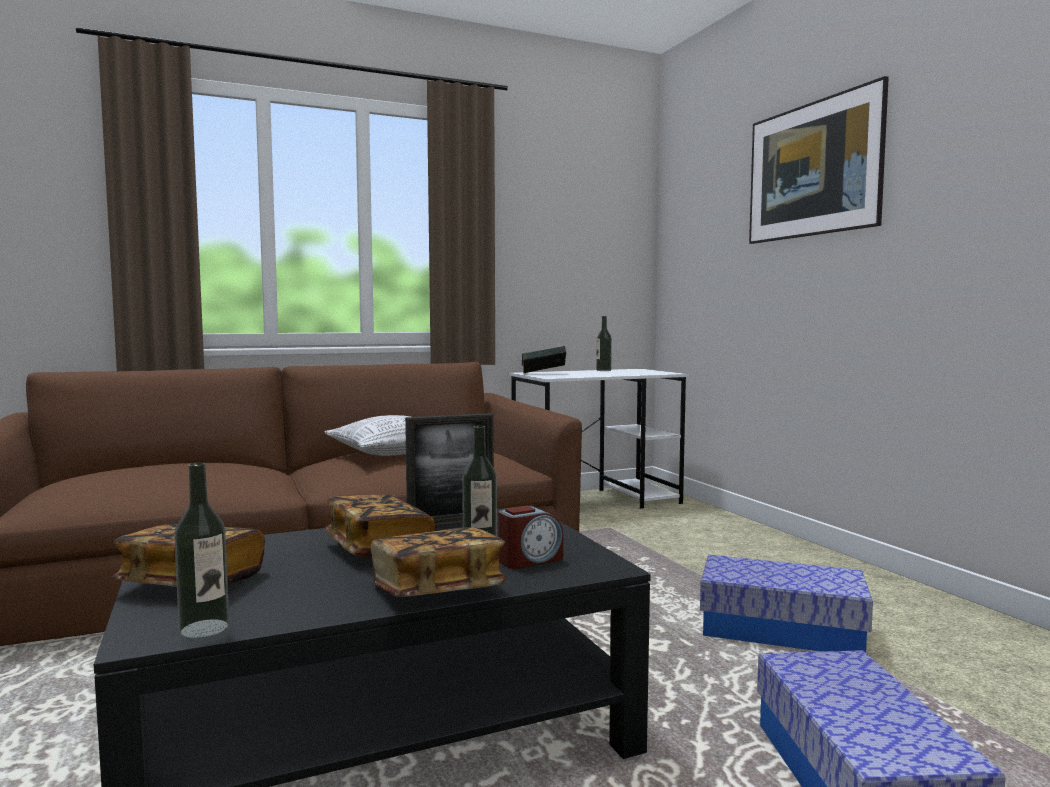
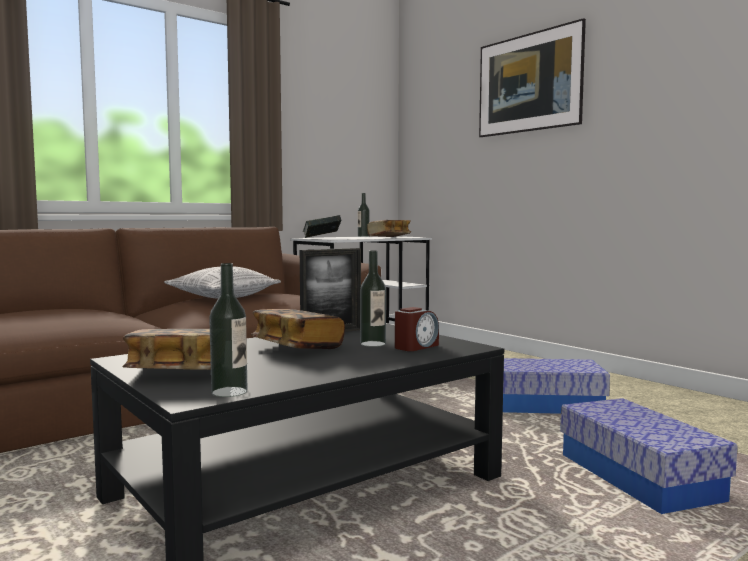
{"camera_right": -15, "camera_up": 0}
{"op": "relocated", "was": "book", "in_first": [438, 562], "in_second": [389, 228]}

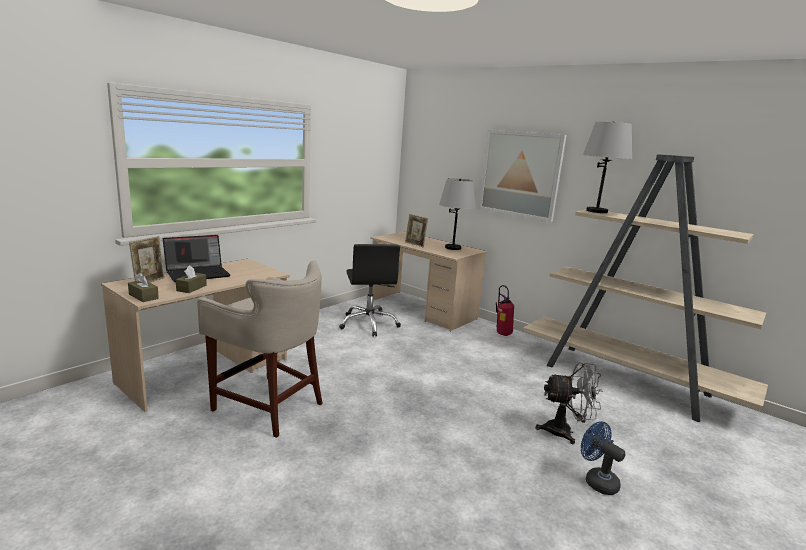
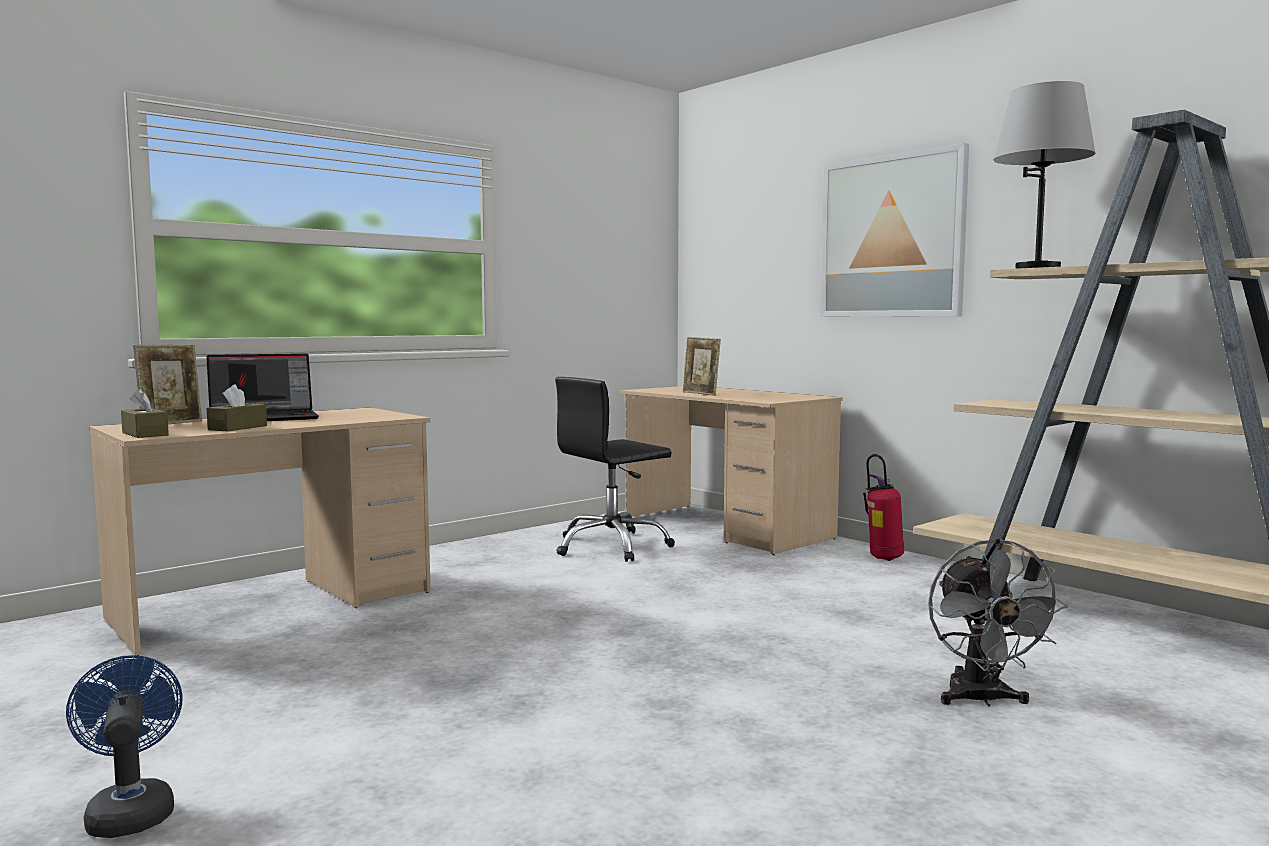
{"camera_right": 10, "camera_up": -10}
{"op": "missing", "was": "lamp for a table/gray", "in_first": [457, 214]}
{"op": "spun", "was": "computer chair/black-coloured", "in_first": [370, 290], "in_second": [615, 469], "clockwise": 60}
{"op": "missing", "was": "sitting stool/sand-coloured", "in_first": [260, 349]}
{"op": "spun", "was": "cooling fan/gray", "in_first": [569, 403], "in_second": [998, 622], "clockwise": 75}
{"op": "relocated", "was": "cooling fan/bluish", "in_first": [603, 458], "in_second": [124, 746]}

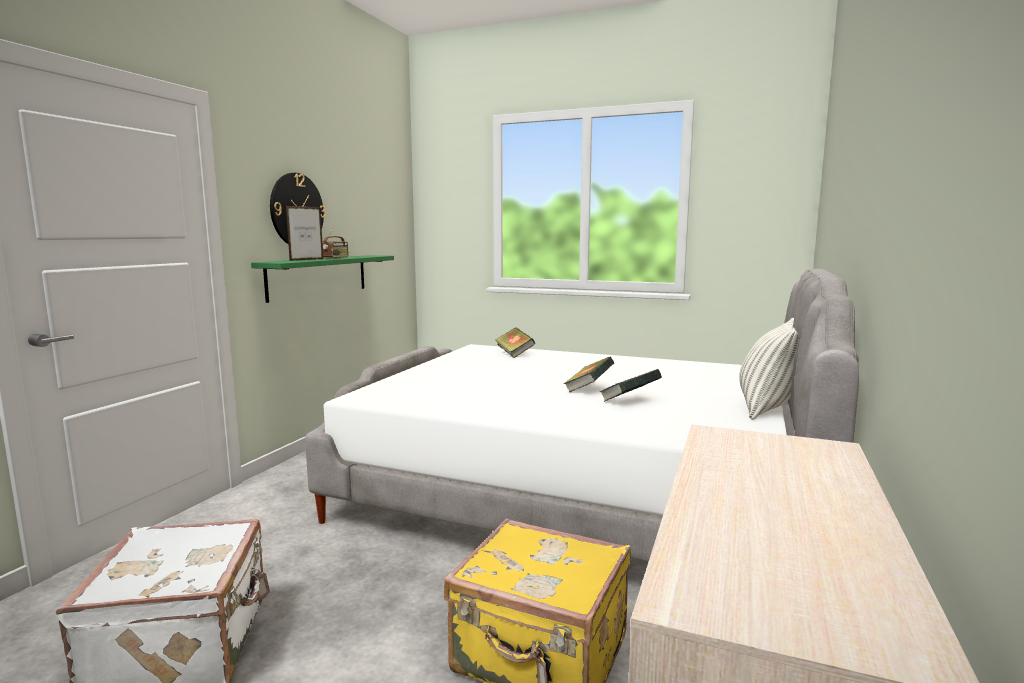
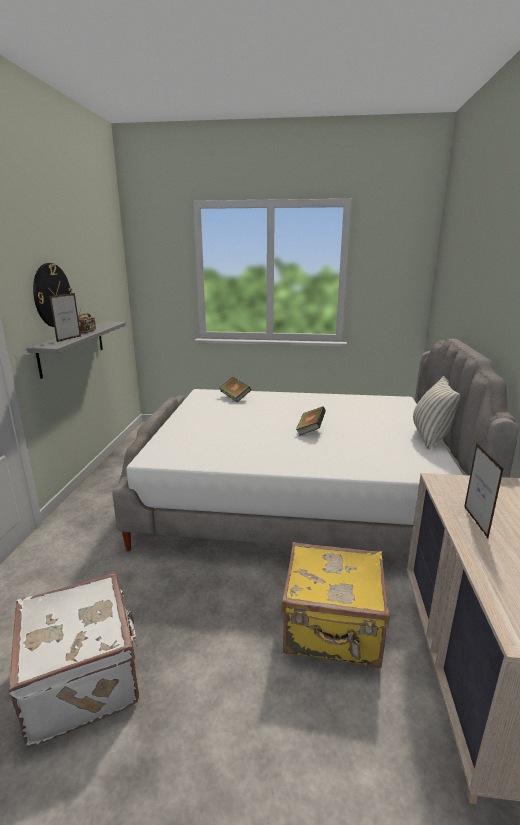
{"camera_right": -15, "camera_up": 10}
{"op": "colour", "was": "wall shelf/green", "now": "wall shelf/gray", "in_first": [322, 279], "in_second": [76, 350]}
{"op": "missing", "was": "book", "in_first": [631, 385]}
{"op": "appeared", "now": "photo frame", "in_second": [484, 490]}

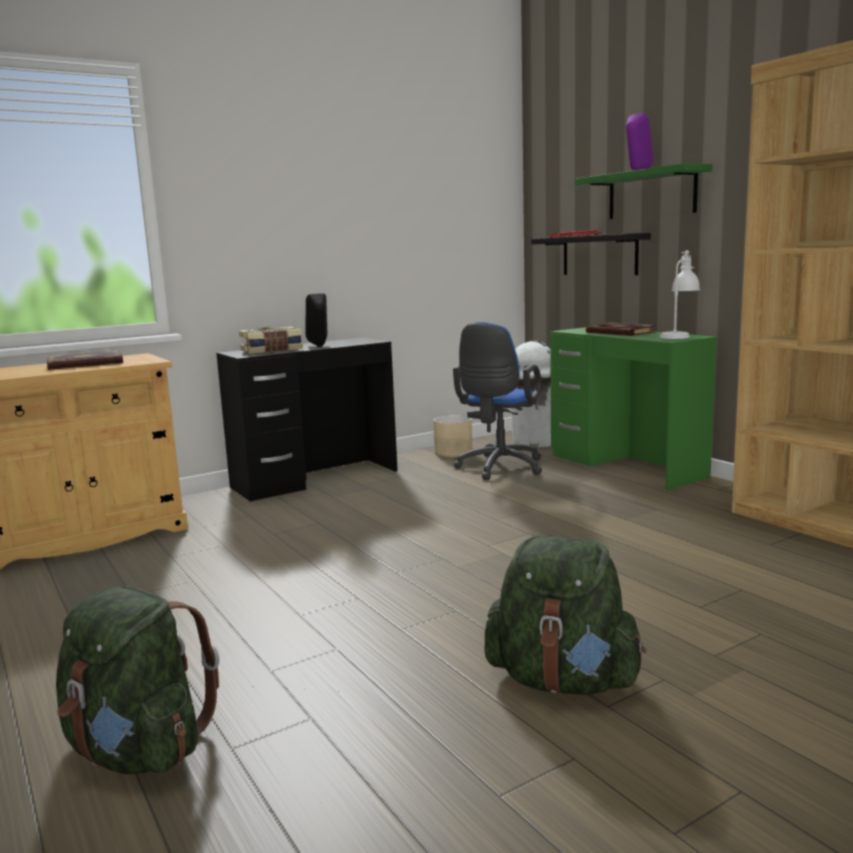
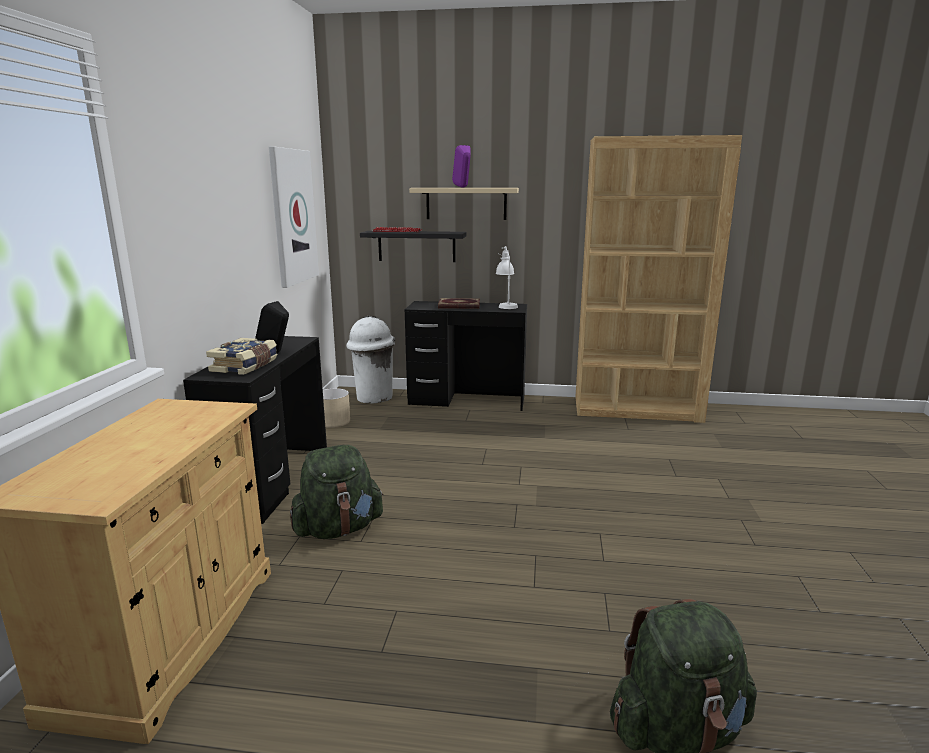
{"camera_right": -50, "camera_up": 5}
{"op": "colour", "was": "wall shelf/green", "now": "wall shelf/sand-coloured", "in_first": [643, 191], "in_second": [464, 204]}
{"op": "missing", "was": "computer chair/bluish", "in_first": [497, 401]}
{"op": "colour", "was": "desk table/green", "now": "desk table/black-coloured", "in_first": [633, 408], "in_second": [466, 356]}
{"op": "missing", "was": "book", "in_first": [85, 360]}
{"op": "relocated", "was": "rucksack/green", "in_first": [565, 615], "in_second": [336, 492]}
{"op": "appeared", "now": "wall picture", "in_second": [294, 217]}

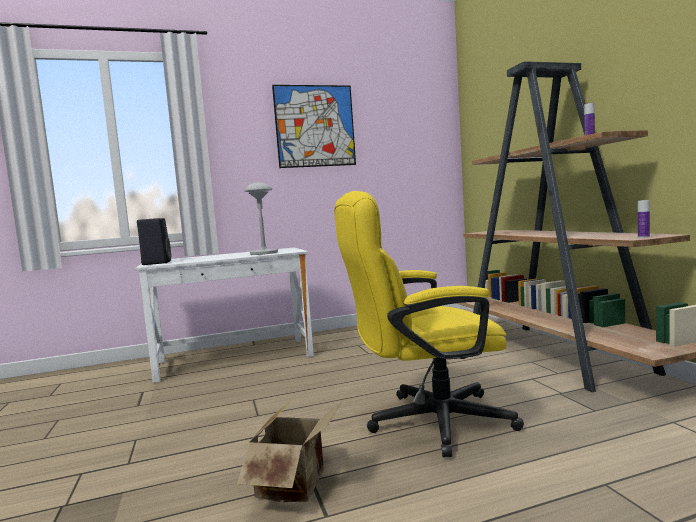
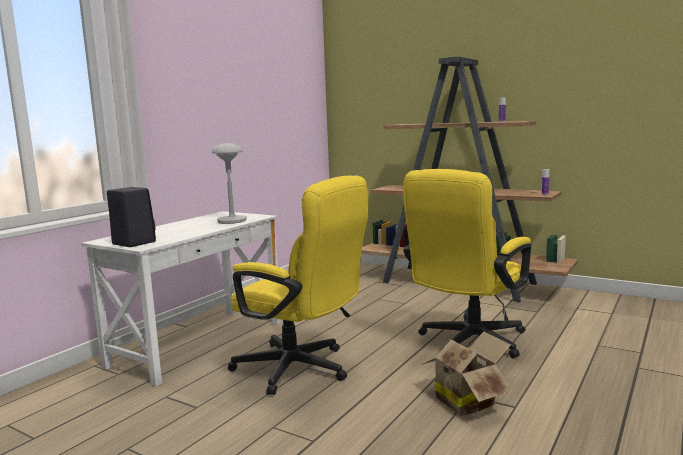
{"camera_right": -40, "camera_up": 5}
{"op": "missing", "was": "wall picture", "in_first": [314, 126]}
{"op": "appeared", "now": "computer chair/yellow-coloured", "in_second": [298, 285]}

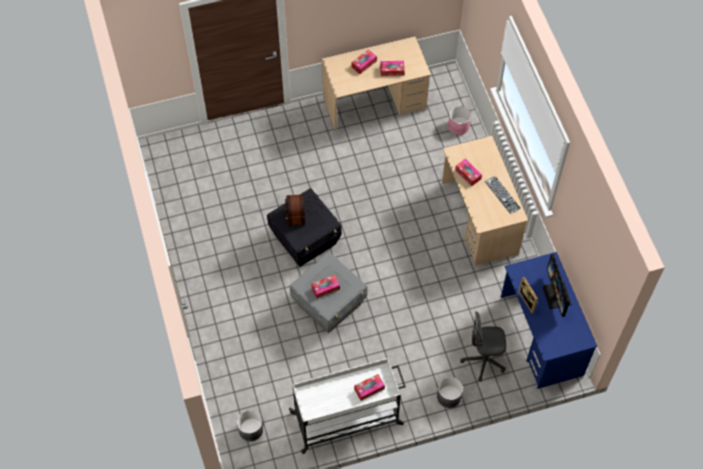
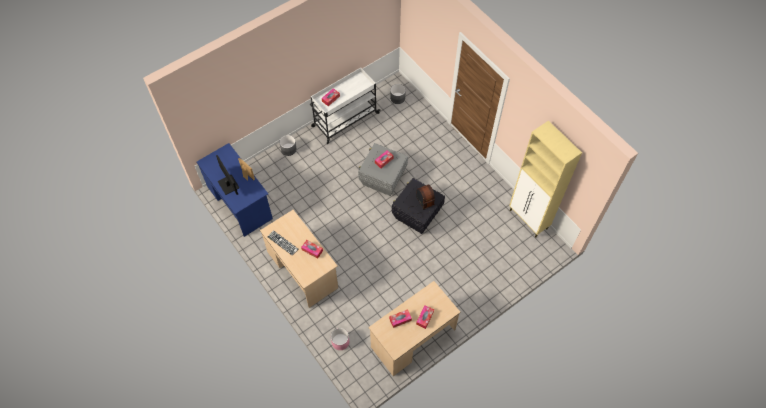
{"camera_right": 160, "camera_up": 0}
{"op": "missing", "was": "computer chair/gray", "in_first": [483, 346]}
{"op": "appeared", "now": "cabinet/sand-coloured", "in_second": [545, 179]}

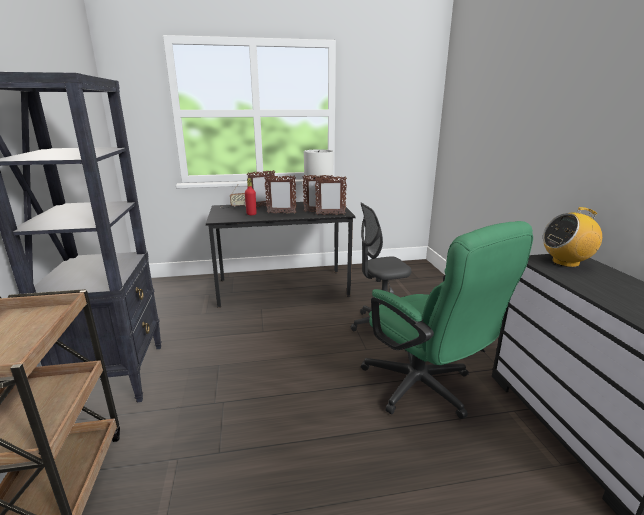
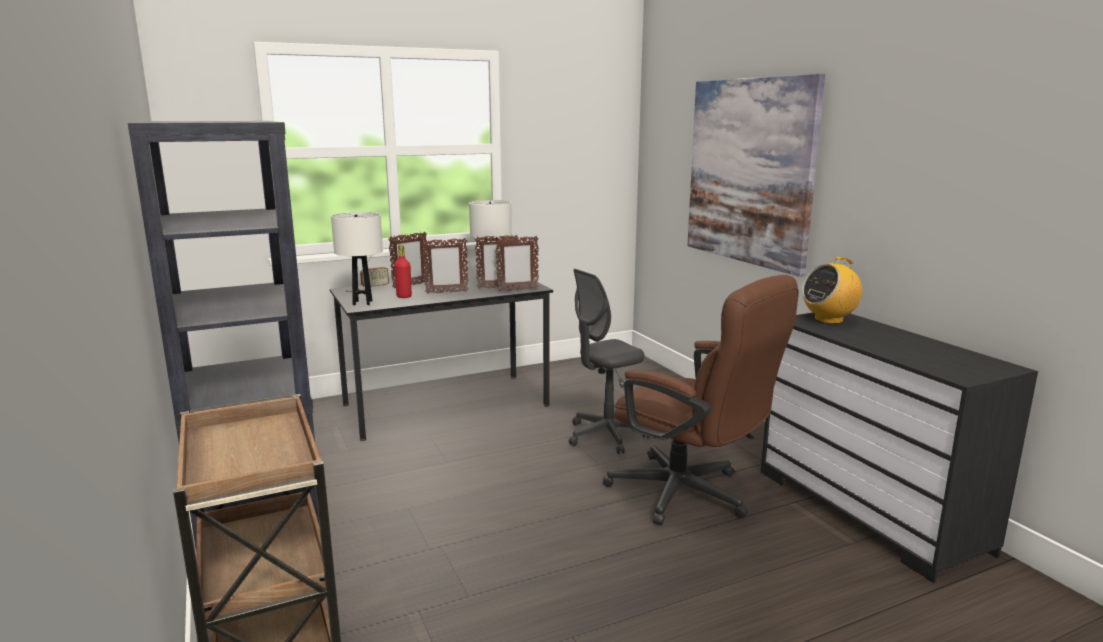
{"camera_right": -15, "camera_up": -5}
{"op": "colour", "was": "computer chair/green", "now": "computer chair/brown", "in_first": [447, 320], "in_second": [701, 400]}
{"op": "appeared", "now": "wall picture", "in_second": [756, 175]}
{"op": "appeared", "now": "lamp for a table/white-coloured", "in_second": [357, 259]}

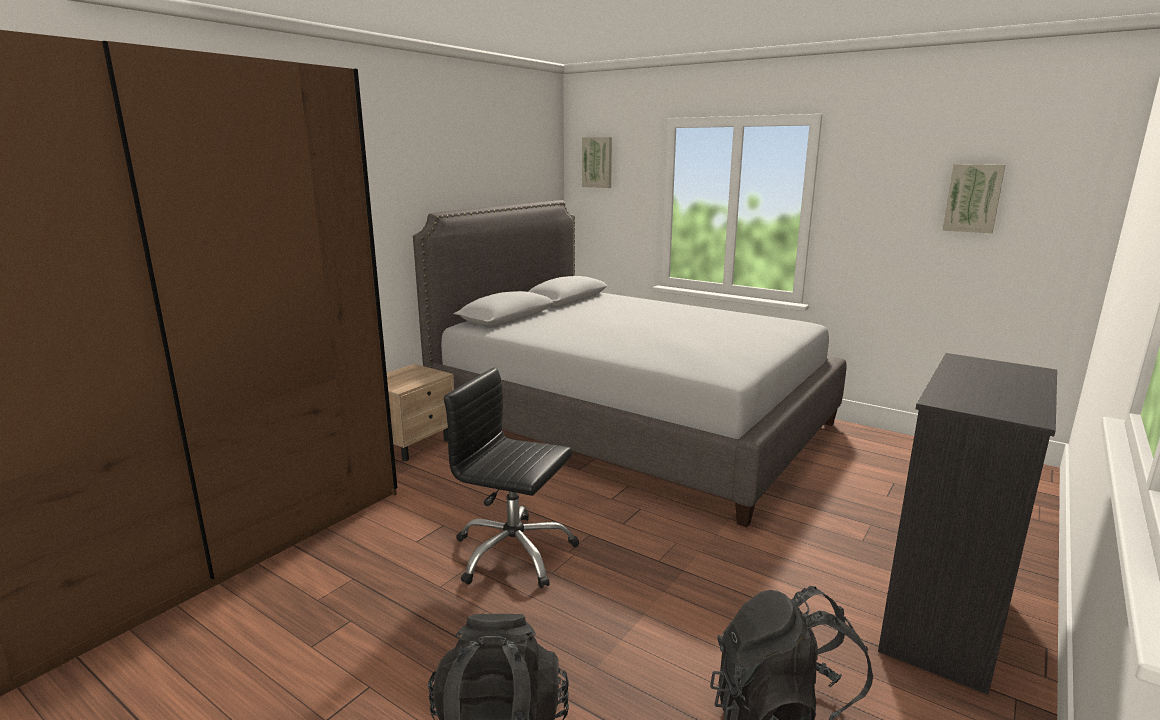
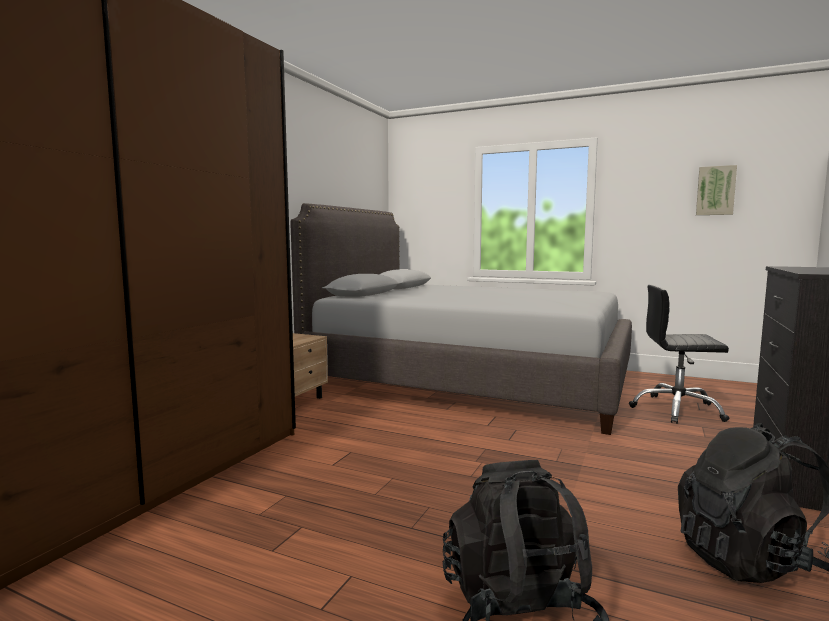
{"camera_right": -10, "camera_up": -10}
{"op": "missing", "was": "wall picture", "in_first": [597, 162]}
{"op": "relocated", "was": "computer chair/black-coloured", "in_first": [511, 477], "in_second": [679, 354]}

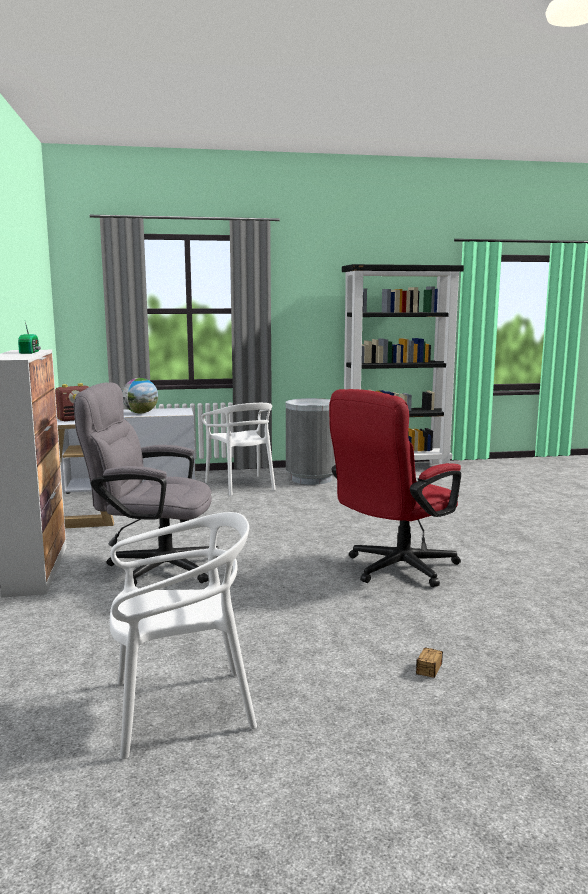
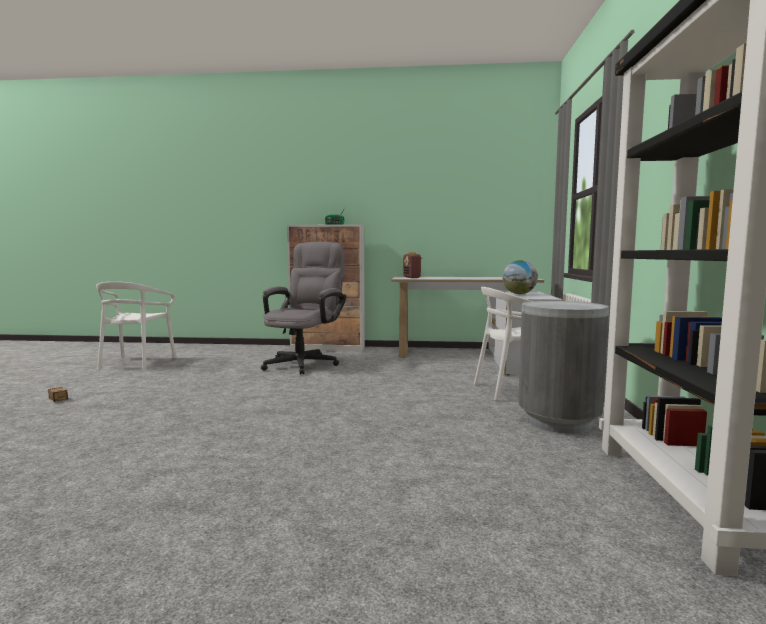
{"camera_right": 105, "camera_up": -5}
{"op": "missing", "was": "computer chair/red-coloured", "in_first": [395, 488]}

